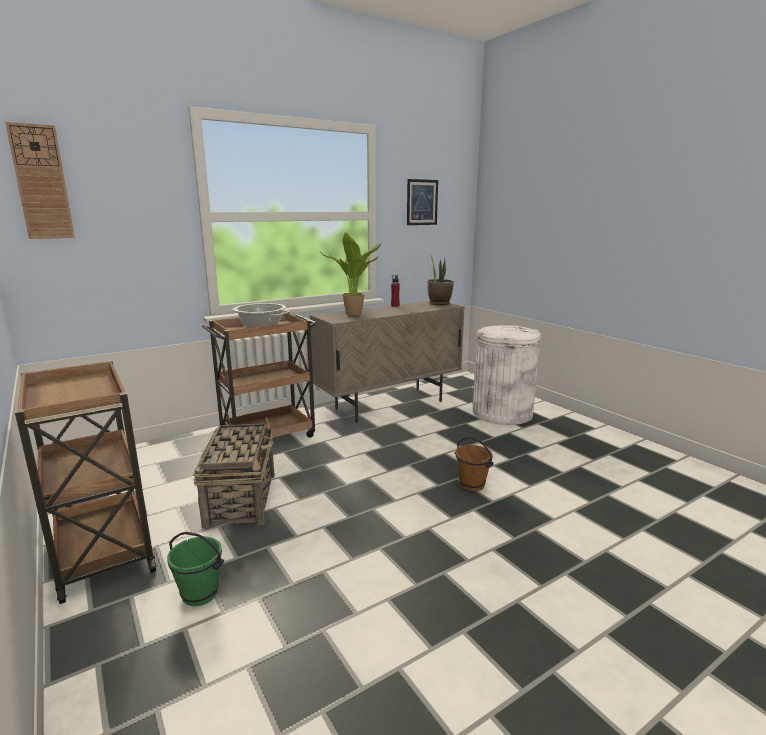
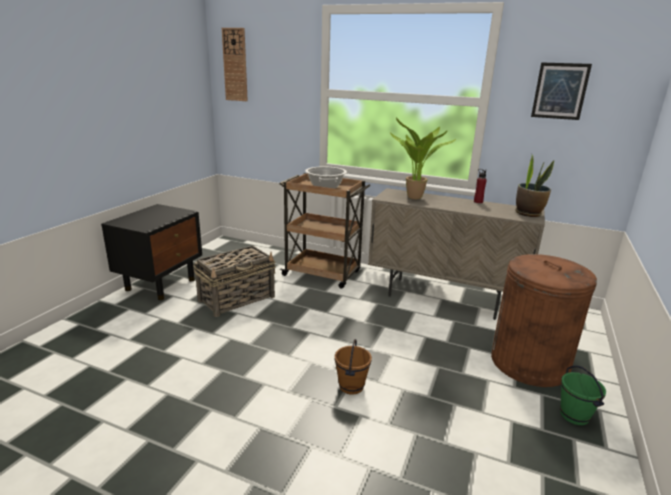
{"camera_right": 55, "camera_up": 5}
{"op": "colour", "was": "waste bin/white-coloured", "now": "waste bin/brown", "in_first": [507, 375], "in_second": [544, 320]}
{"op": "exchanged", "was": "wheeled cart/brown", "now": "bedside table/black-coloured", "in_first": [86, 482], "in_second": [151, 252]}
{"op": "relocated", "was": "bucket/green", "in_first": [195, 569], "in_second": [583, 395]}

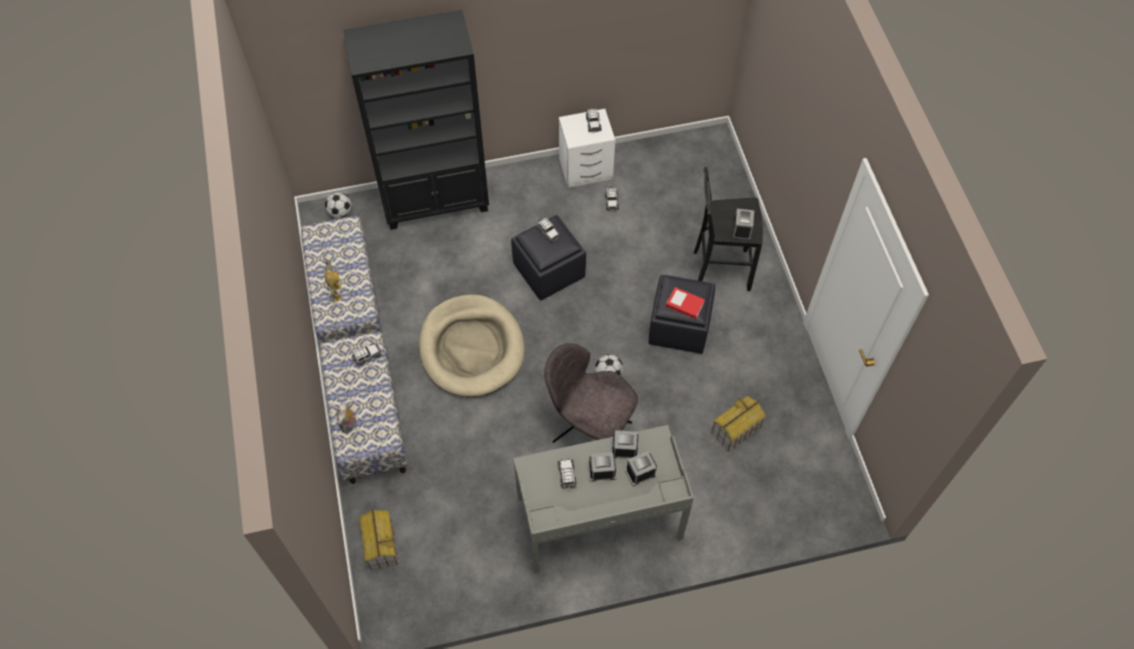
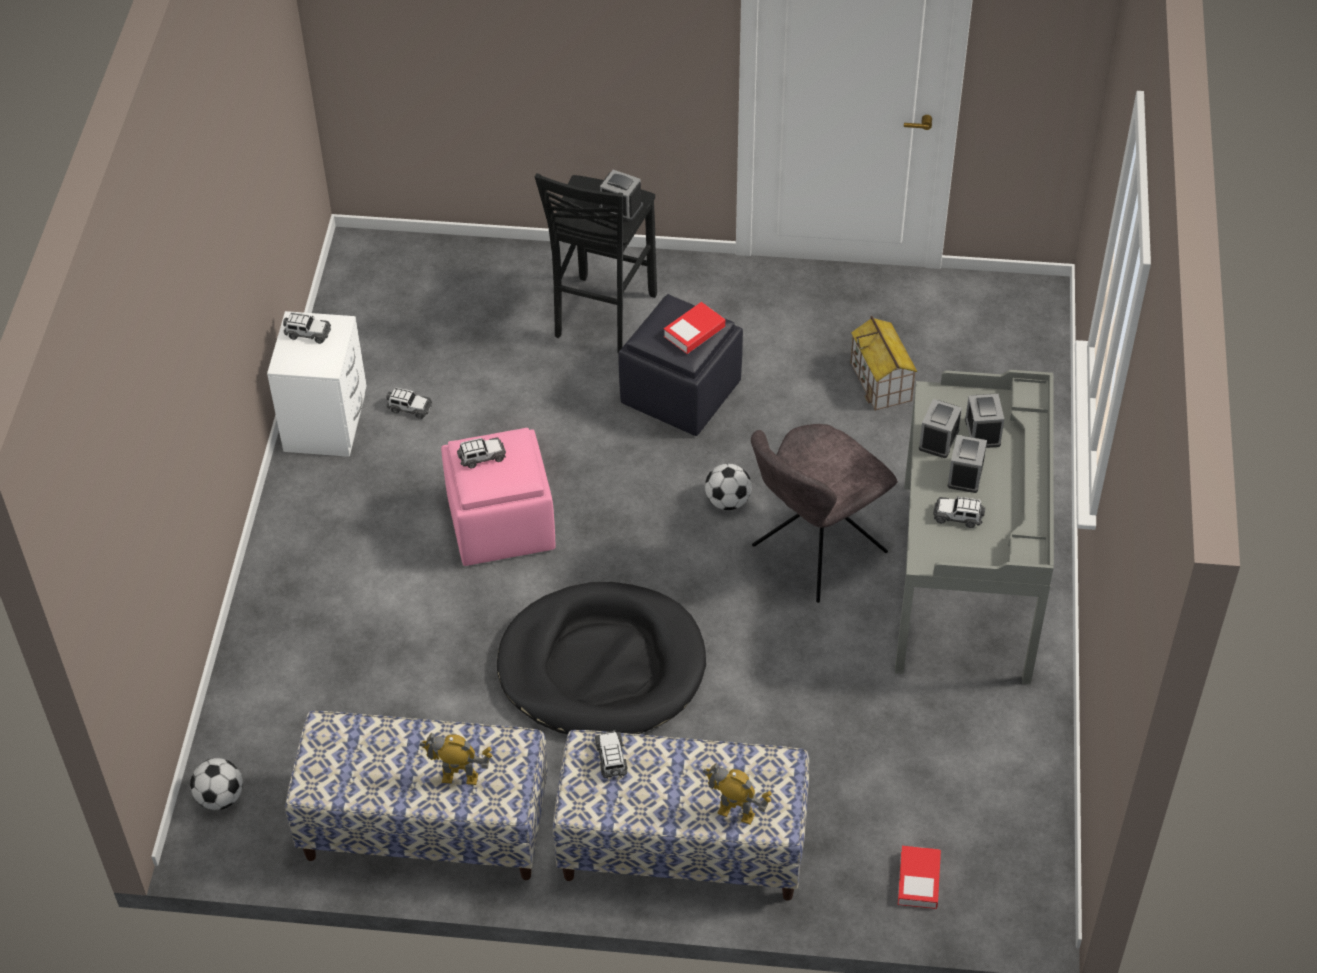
{"camera_right": -70, "camera_up": -10}
{"op": "missing", "was": "shelving unit/black-coloured", "in_first": [416, 120]}
{"op": "colour", "was": "pouffe/black-coloured", "now": "pouffe/pink-coloured", "in_first": [548, 257], "in_second": [498, 497]}
{"op": "colour", "was": "dog bed/sand-coloured", "now": "dog bed/black-coloured", "in_first": [472, 345], "in_second": [601, 658]}
{"op": "exchanged", "was": "soft toy", "now": "robot figure", "in_first": [346, 417], "in_second": [737, 794]}
{"op": "exchanged", "was": "toy house", "now": "book", "in_first": [378, 539], "in_second": [919, 877]}

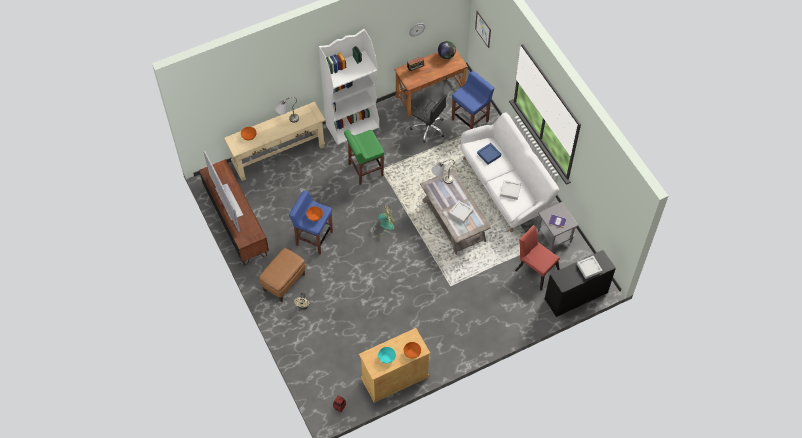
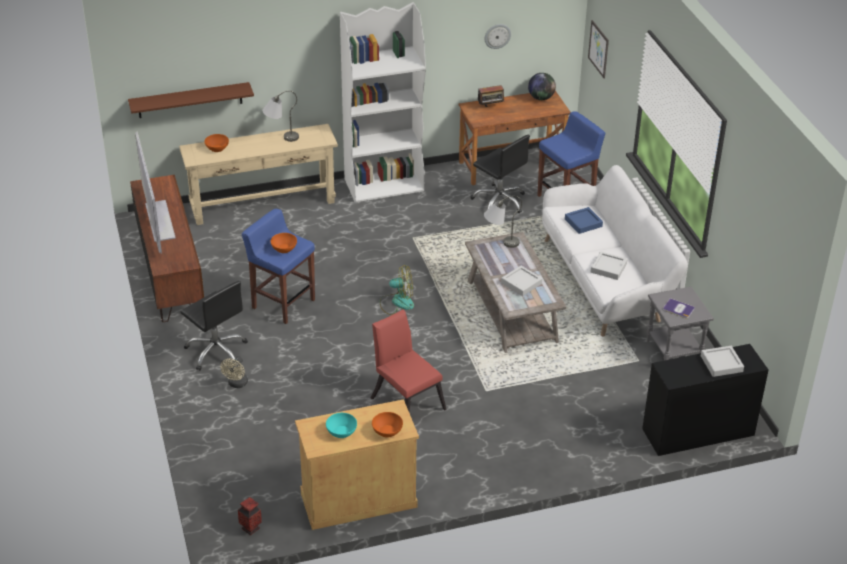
{"camera_right": 10, "camera_up": -20}
{"op": "missing", "was": "sitting stool/green", "in_first": [364, 157]}
{"op": "relocated", "was": "upright chair/red-coloured", "in_first": [537, 258], "in_second": [409, 360]}
{"op": "exchanged", "was": "pouffe/brown", "now": "computer chair/black-coloured", "in_first": [282, 275], "in_second": [214, 326]}
{"op": "appeared", "now": "wall shelf/brown", "in_second": [191, 100]}

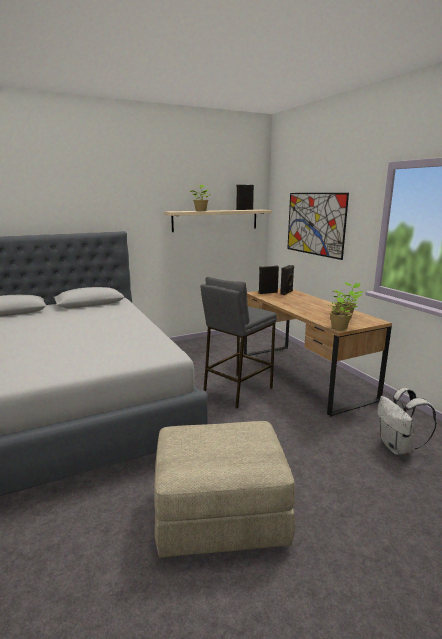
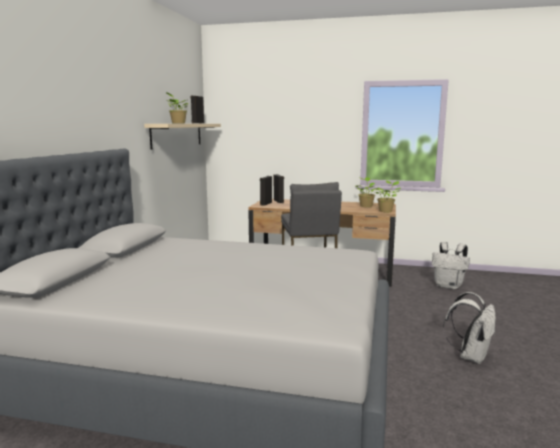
{"camera_right": -50, "camera_up": -5}
{"op": "missing", "was": "wall picture", "in_first": [318, 226]}
{"op": "exchanged", "was": "pouffe/sand-coloured", "now": "rucksack/white-coloured", "in_first": [224, 489], "in_second": [469, 328]}

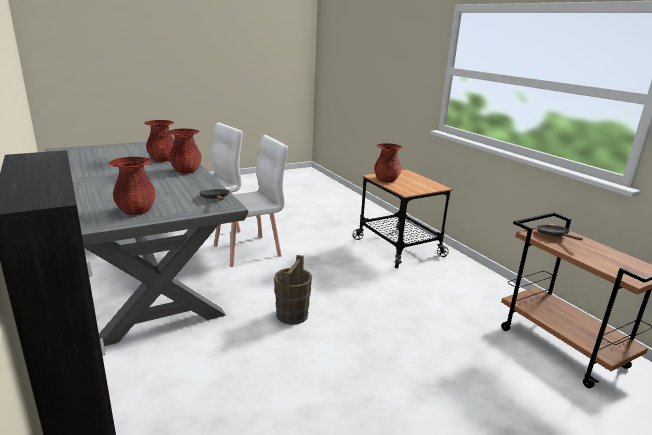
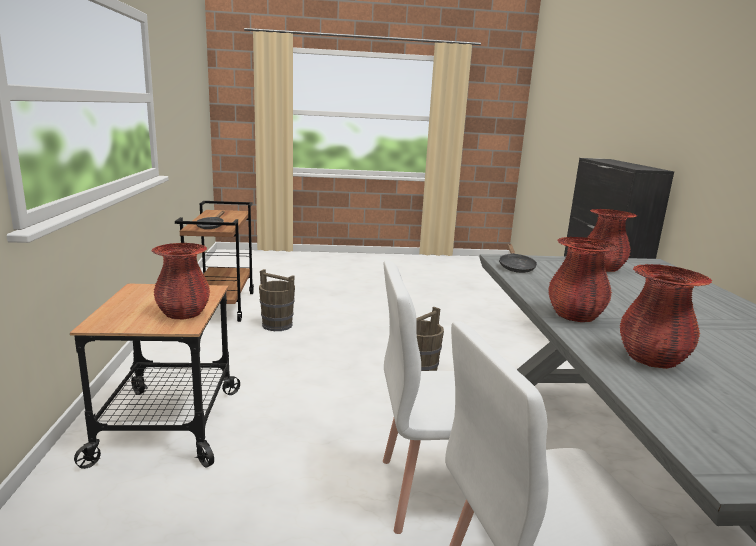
{"camera_right": -155, "camera_up": -5}
{"op": "appeared", "now": "bucket/brown", "in_second": [277, 300]}

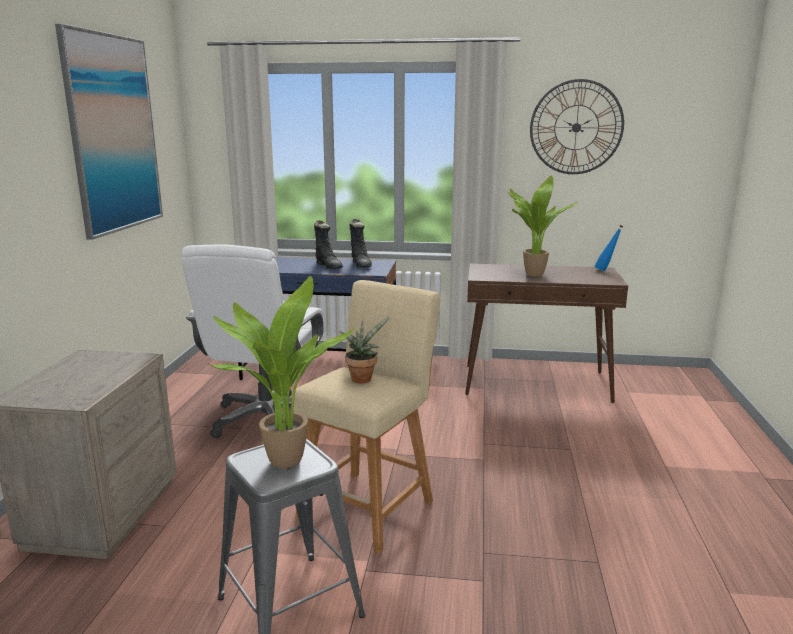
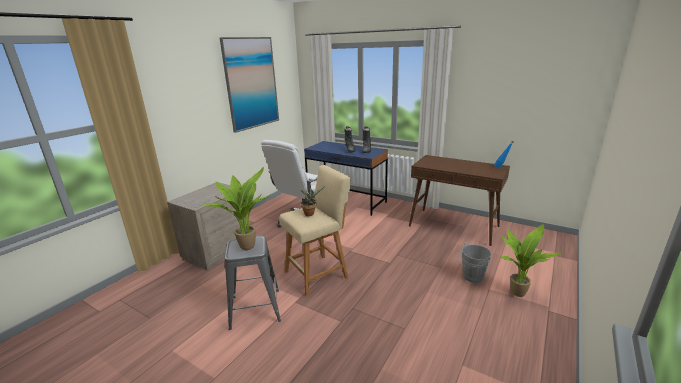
{"camera_right": 25, "camera_up": 5}
{"op": "missing", "was": "wall clock", "in_first": [577, 126]}
{"op": "relocated", "was": "potted plant", "in_first": [543, 226], "in_second": [531, 260]}
{"op": "appeared", "now": "bucket/gray", "in_second": [474, 262]}

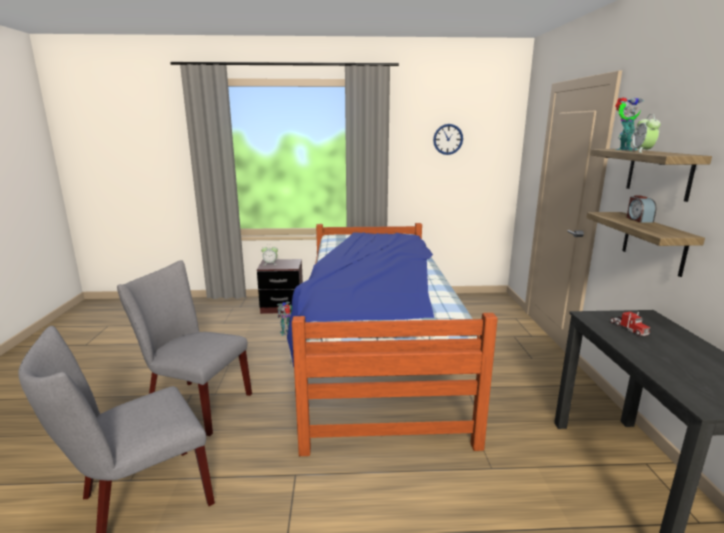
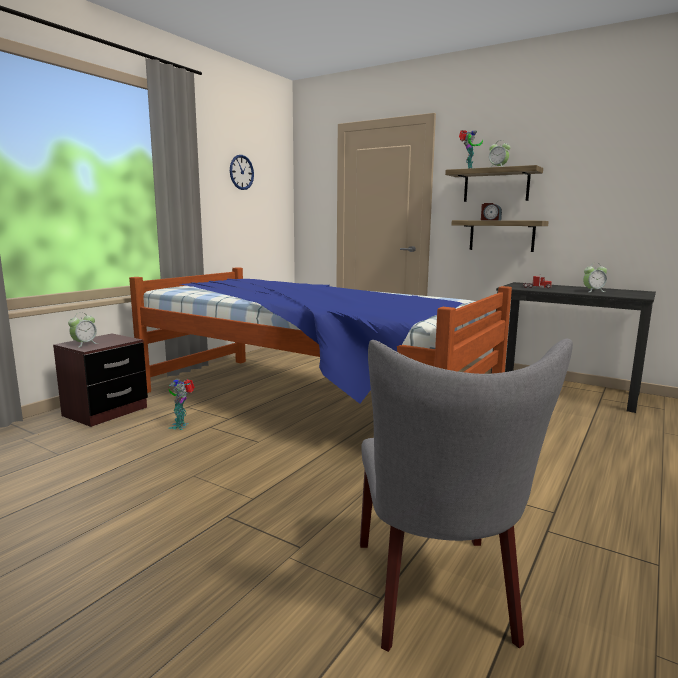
{"camera_right": -55, "camera_up": -5}
{"op": "missing", "was": "upright chair/gray", "in_first": [184, 348]}
{"op": "appeared", "now": "table clock", "in_second": [595, 278]}

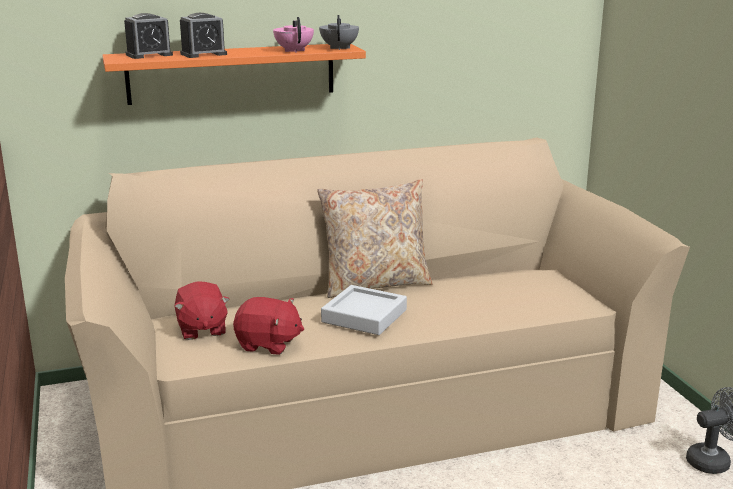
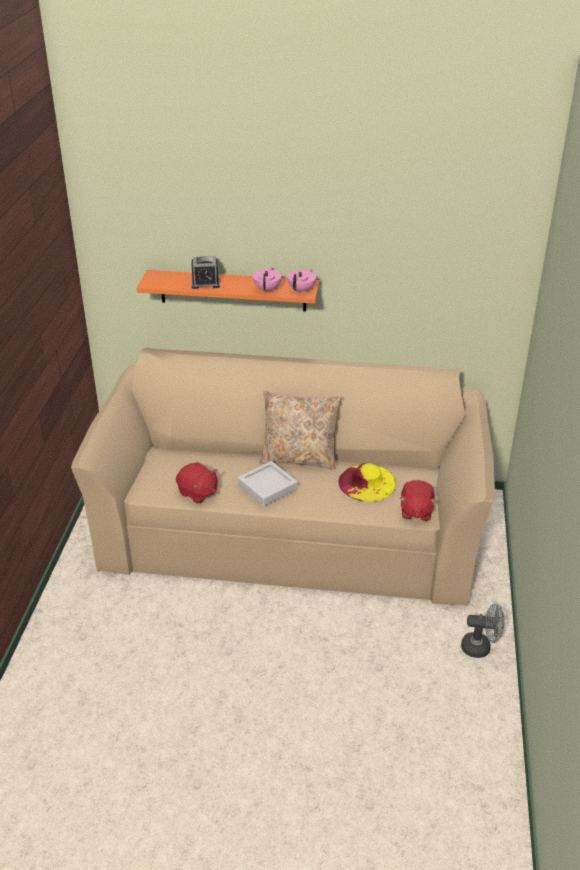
{"camera_right": 25, "camera_up": 15}
{"op": "missing", "was": "table clock", "in_first": [148, 36]}
{"op": "colour", "was": "pot for tea/gray", "now": "pot for tea/pink-coloured", "in_first": [339, 32], "in_second": [301, 280]}
{"op": "relocated", "was": "soft toy/red-coloured", "in_first": [202, 310], "in_second": [418, 500]}
{"op": "appeared", "now": "clothing hat/yellow-coloured", "in_second": [367, 482]}

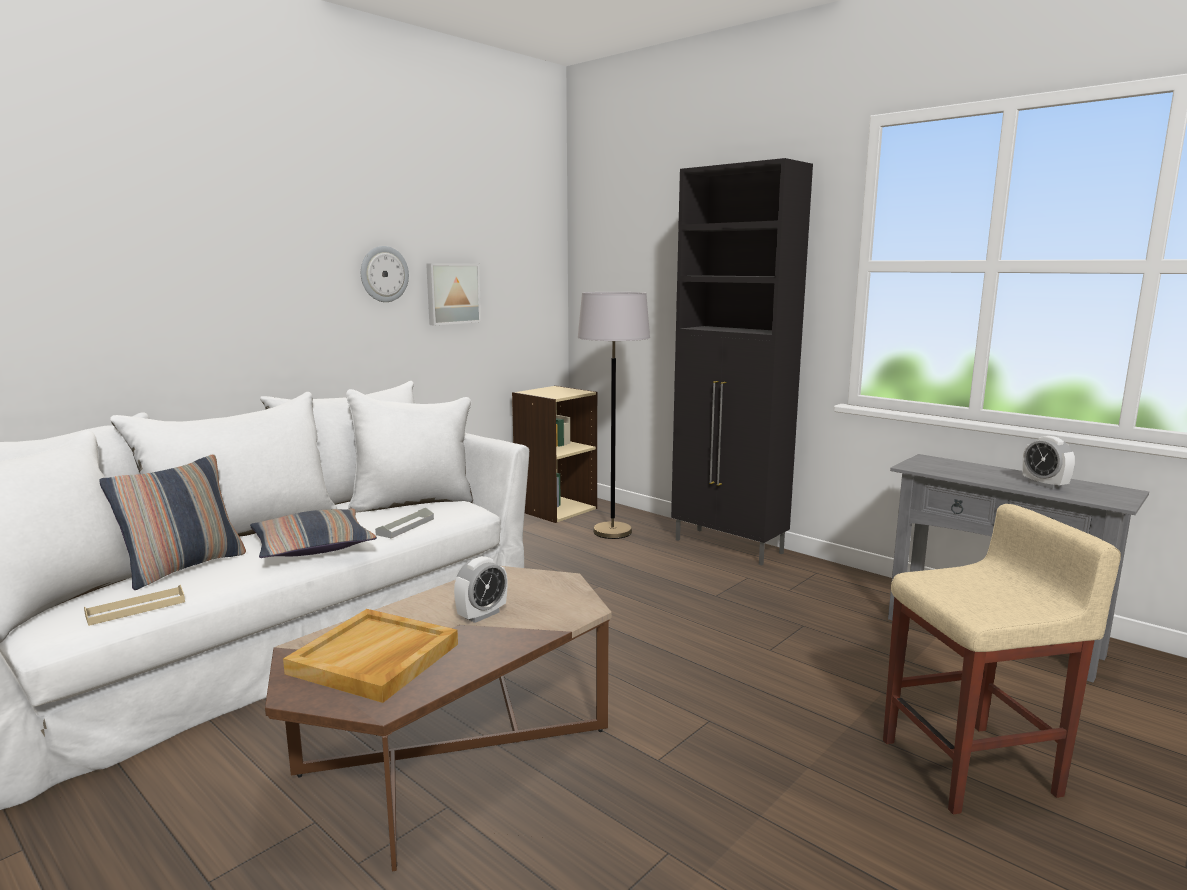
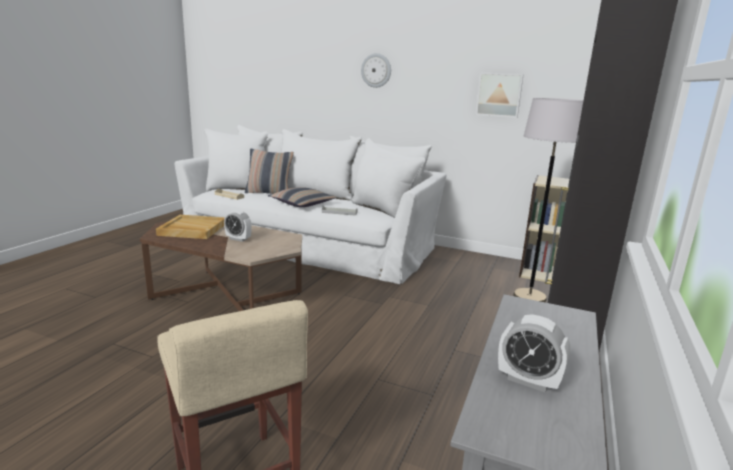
{"camera_right": 70, "camera_up": 5}
{"op": "relocated", "was": "wall clock", "in_first": [385, 274], "in_second": [376, 70]}
{"op": "spun", "was": "table clock", "in_first": [1048, 462], "in_second": [534, 353], "clockwise": -105}

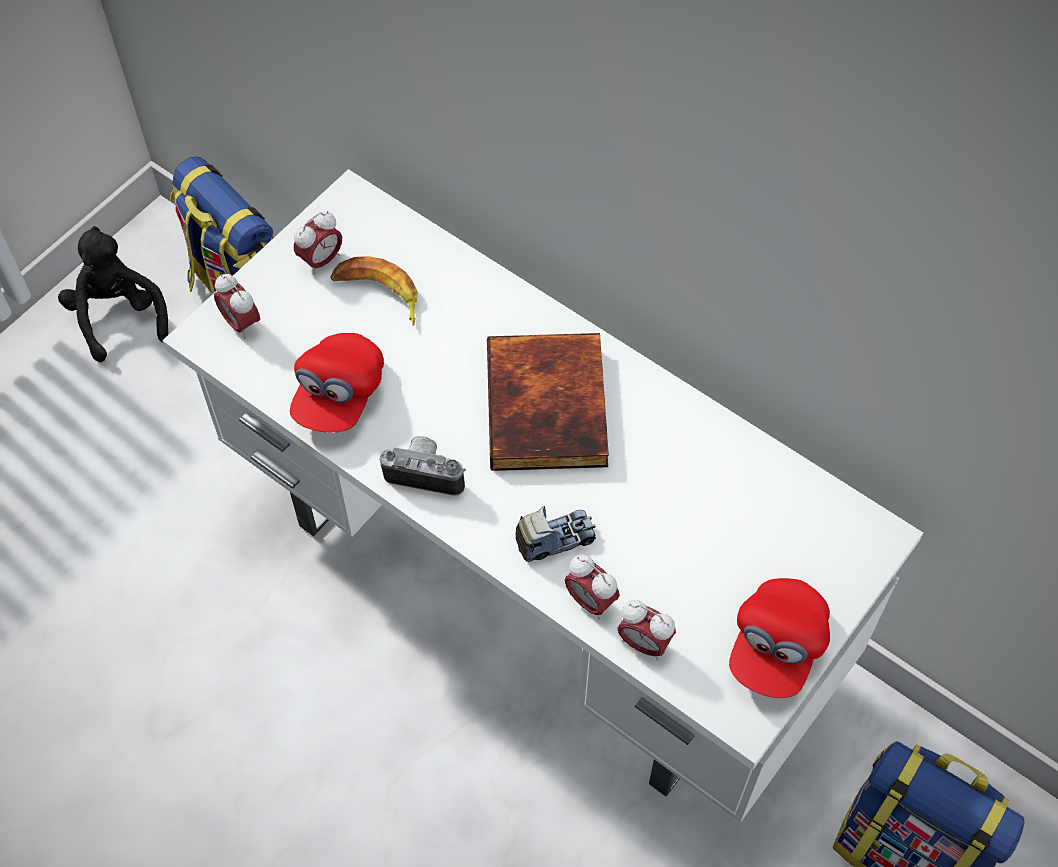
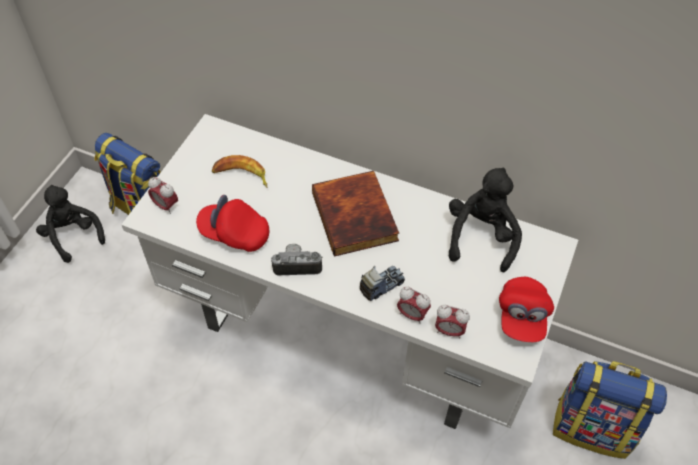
{"camera_right": -15, "camera_up": -5}
{"op": "missing", "was": "table clock", "in_first": [318, 243]}
{"op": "spun", "was": "cap/red-coloured", "in_first": [337, 383], "in_second": [232, 223], "clockwise": 105}
{"op": "appeared", "now": "soft toy/black-coloured", "in_second": [485, 220]}

